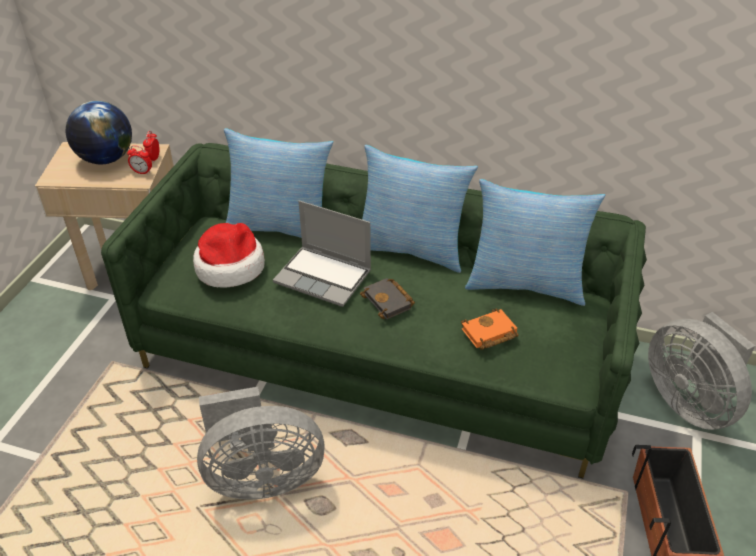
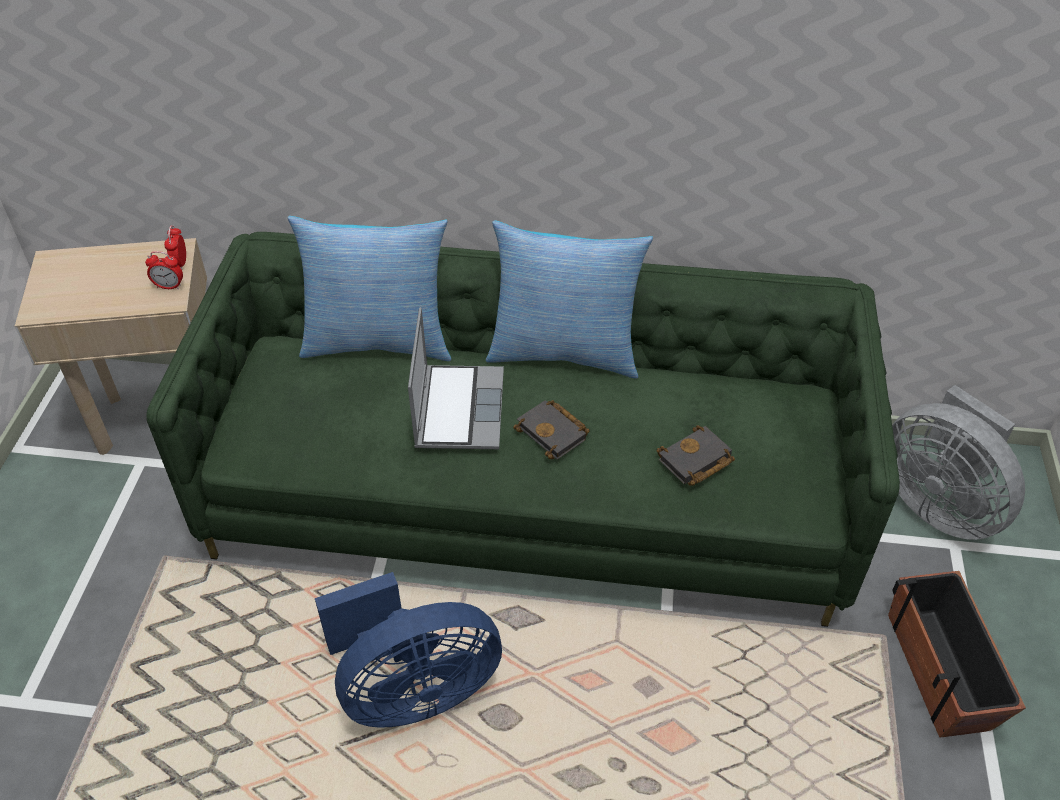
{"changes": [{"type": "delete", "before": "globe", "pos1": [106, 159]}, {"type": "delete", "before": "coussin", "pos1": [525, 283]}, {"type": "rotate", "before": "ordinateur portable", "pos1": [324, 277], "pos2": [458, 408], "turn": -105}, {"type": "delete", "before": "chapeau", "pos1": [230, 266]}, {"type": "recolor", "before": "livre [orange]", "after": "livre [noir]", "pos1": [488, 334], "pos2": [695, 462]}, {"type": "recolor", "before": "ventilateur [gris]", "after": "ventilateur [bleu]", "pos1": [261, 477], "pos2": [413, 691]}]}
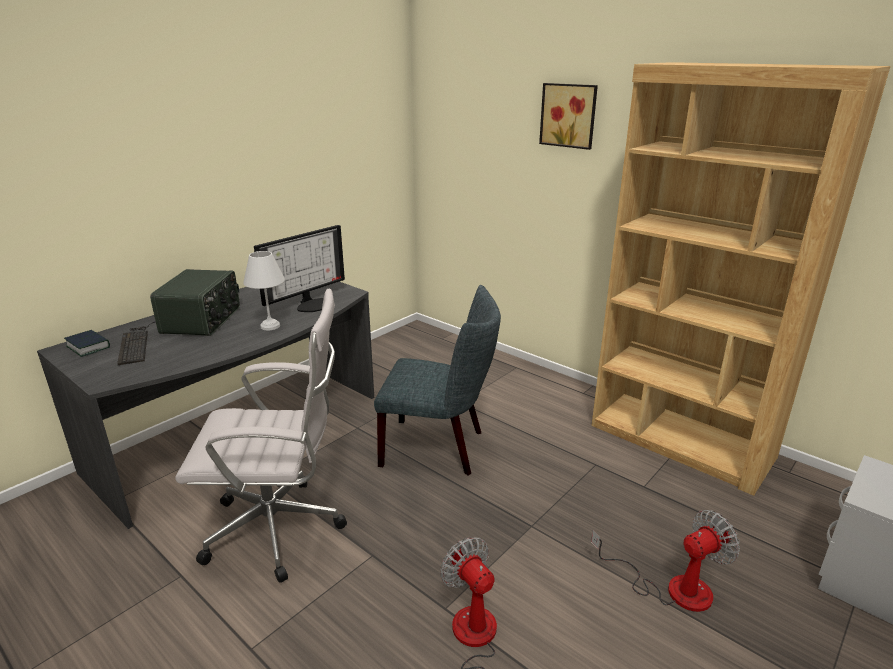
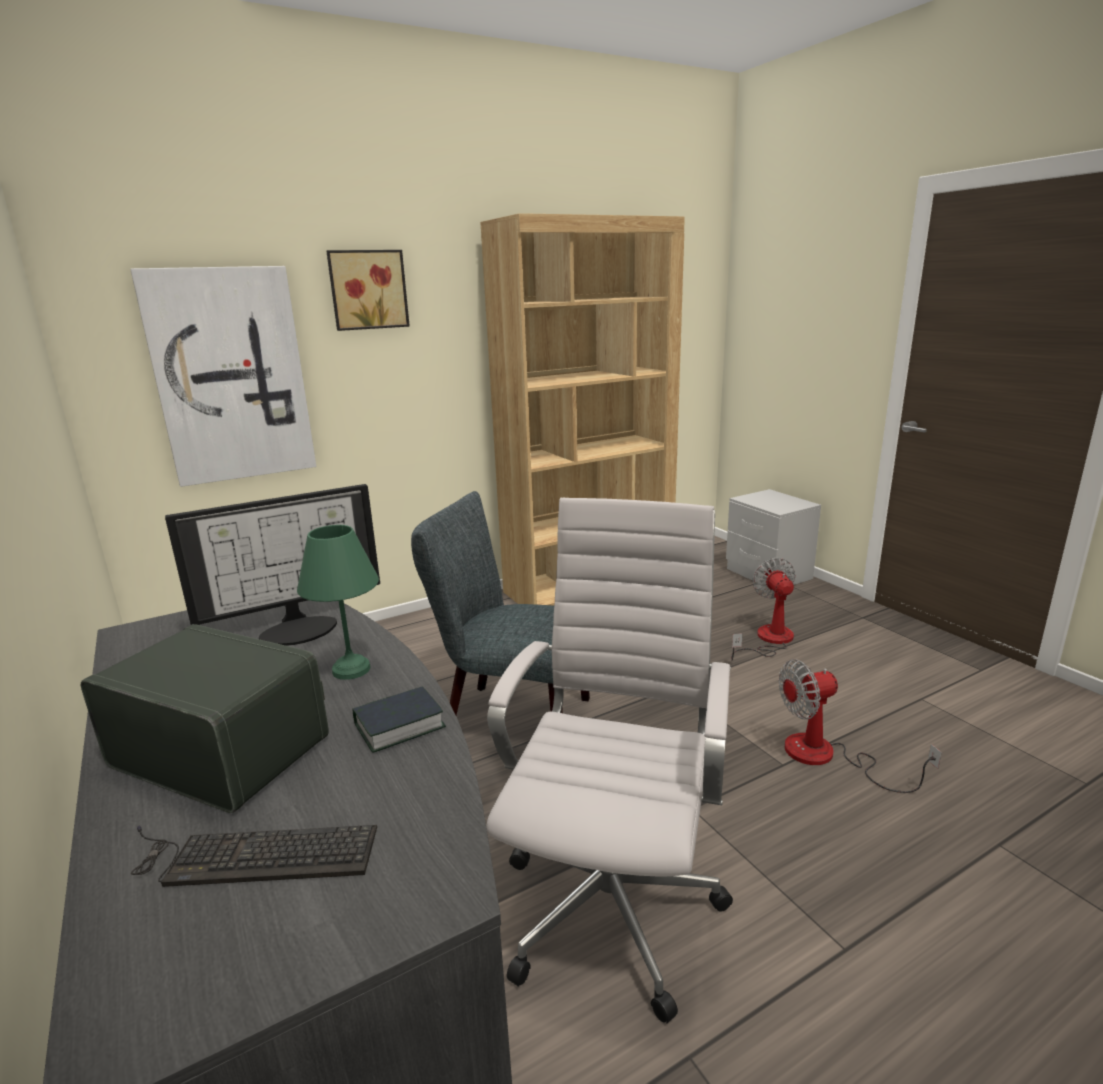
{"changes": [{"type": "rotate", "before": "écran d'ordinateur", "pos1": [313, 304], "pos2": [299, 627], "turn": 90}, {"type": "recolor", "before": "lampe de table [blanc]", "after": "lampe de table [vert]", "pos1": [271, 326], "pos2": [352, 668]}, {"type": "rotate", "before": "chaise [gris]", "pos1": [439, 448], "pos2": [508, 719], "turn": -105}, {"type": "move", "before": "livre", "pos1": [88, 347], "pos2": [399, 726]}, {"type": "insert", "after": "tableau", "pos2": [231, 376]}]}
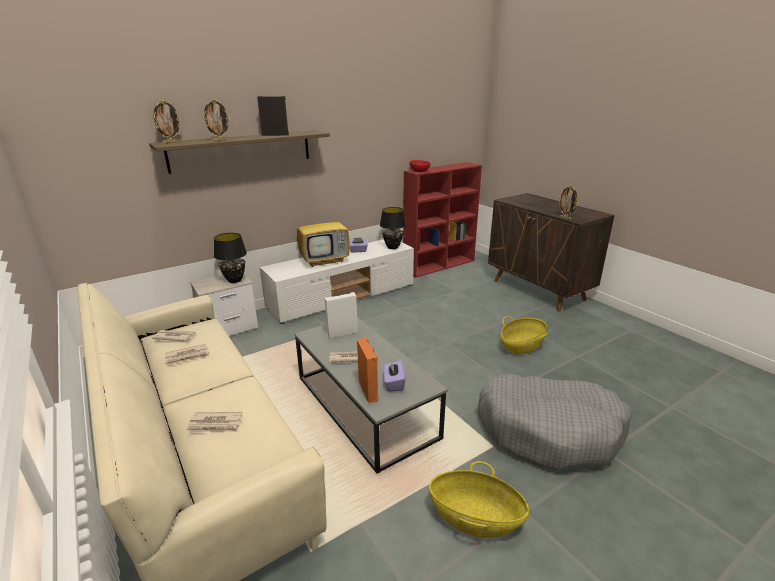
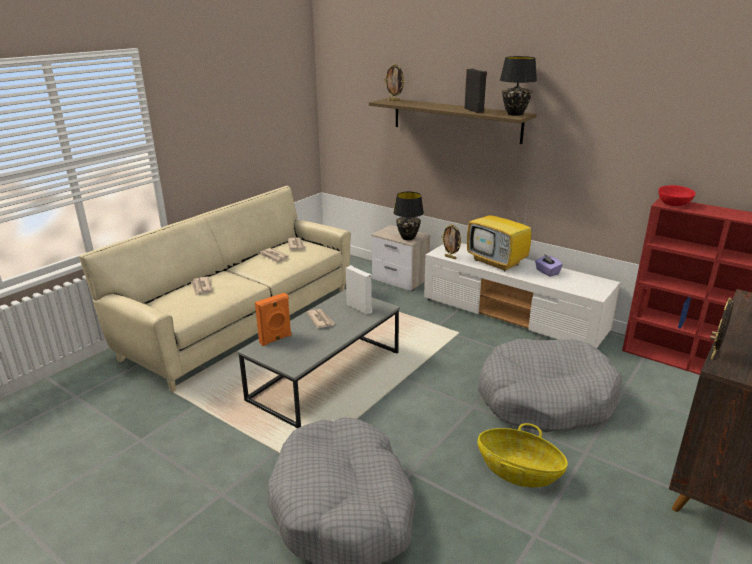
{"changes": [{"type": "move", "before": "cadre photo", "pos1": [219, 140], "pos2": [450, 257]}, {"type": "move", "before": "lampe de table [noir]", "pos1": [393, 247], "pos2": [514, 114]}, {"type": "delete", "before": "boîte à mouchoirs [violet]", "pos1": [394, 383]}, {"type": "delete", "before": "panier", "pos1": [475, 517]}, {"type": "insert", "after": "panier pour chien [gris]", "pos2": [545, 399]}]}
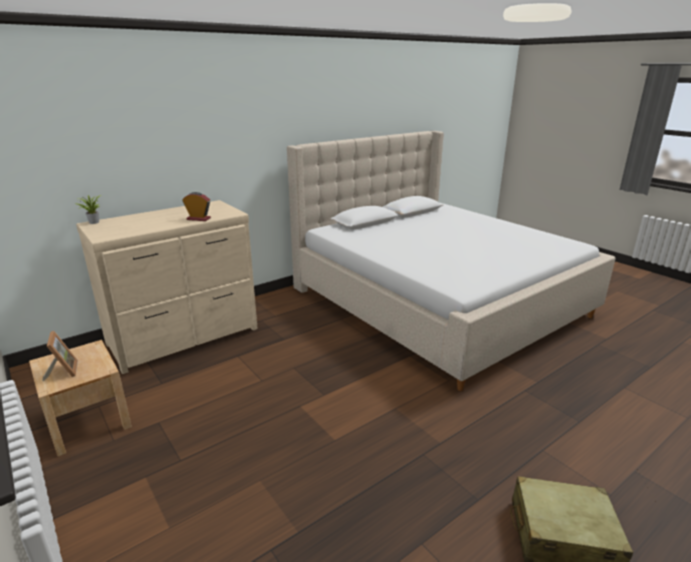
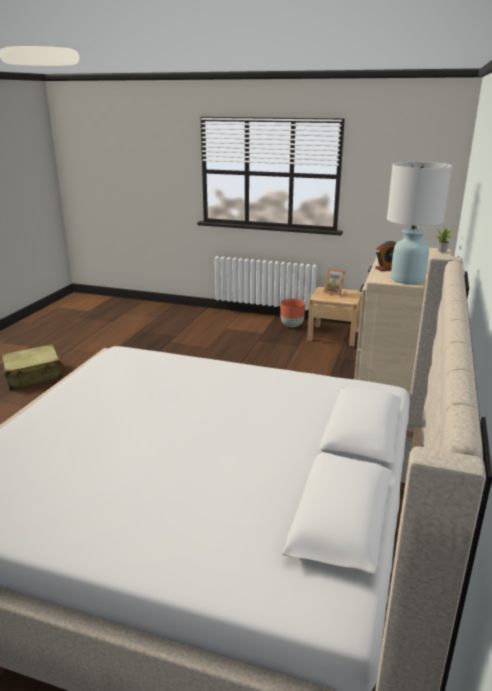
{"changes": [{"type": "insert", "after": "lampe de table [blanc]", "pos2": [407, 279]}, {"type": "insert", "after": "cache-pot [marron]", "pos2": [292, 325]}]}
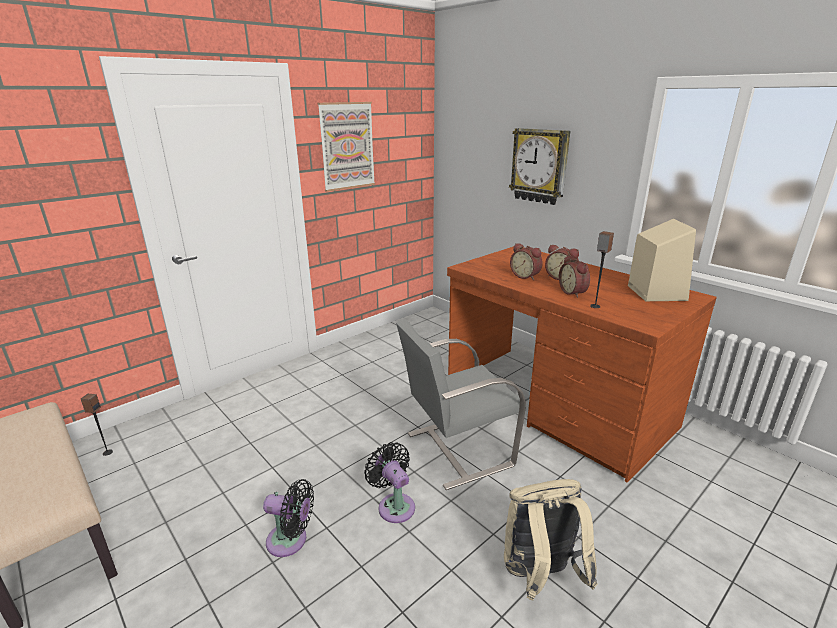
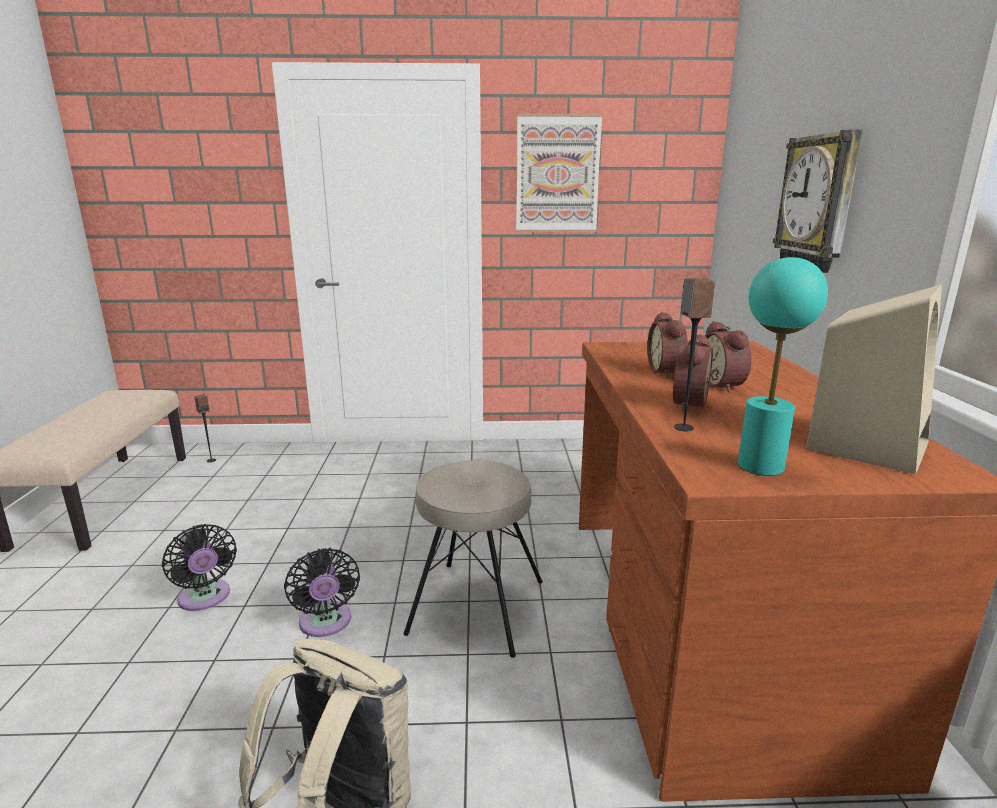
{"changes": [{"type": "replace", "before": "chaise [gris]", "after": "tabouret [beige]", "pos1": [456, 449], "pos2": [475, 606]}, {"type": "rotate", "before": "ventilateur [noir]", "pos1": [394, 505], "pos2": [326, 623], "turn": 150}, {"type": "insert", "after": "lampe de table [turquoise]", "pos2": [761, 466]}]}
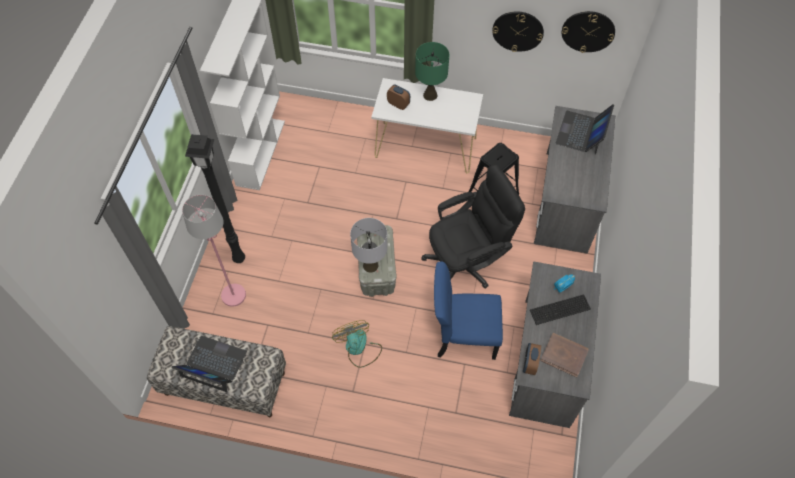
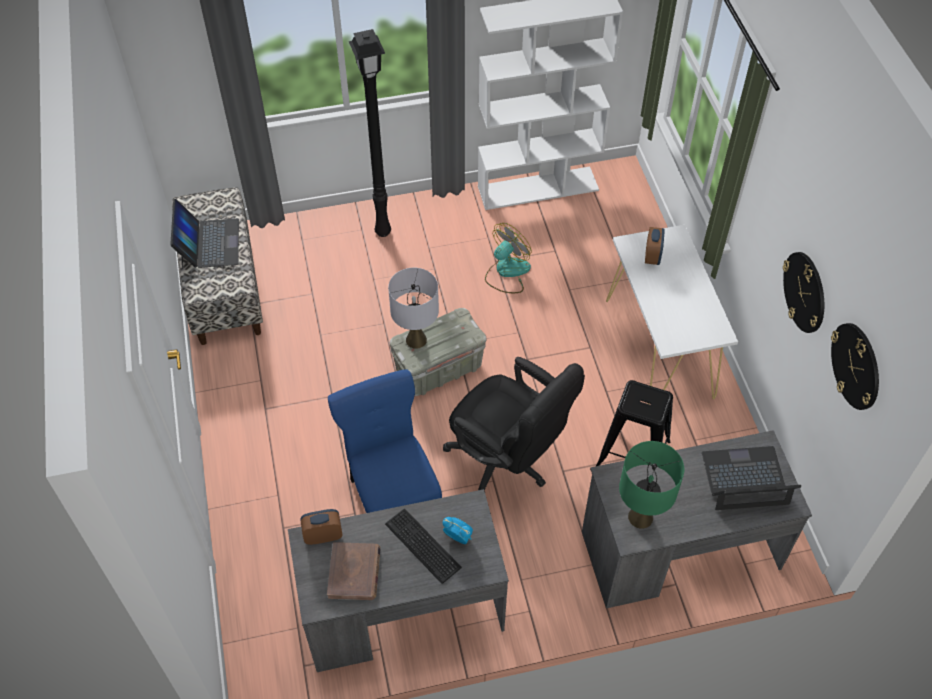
{"changes": [{"type": "move", "before": "lampe de table [vert]", "pos1": [430, 95], "pos2": [640, 517]}, {"type": "delete", "before": "lampadaire [rose]", "pos1": [234, 295]}, {"type": "move", "before": "ventilateur", "pos1": [358, 348], "pos2": [507, 272]}]}
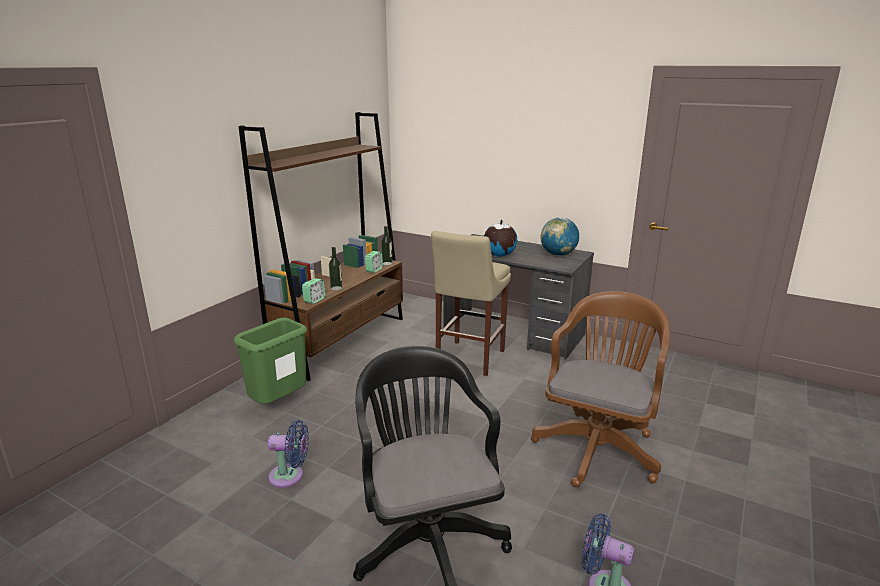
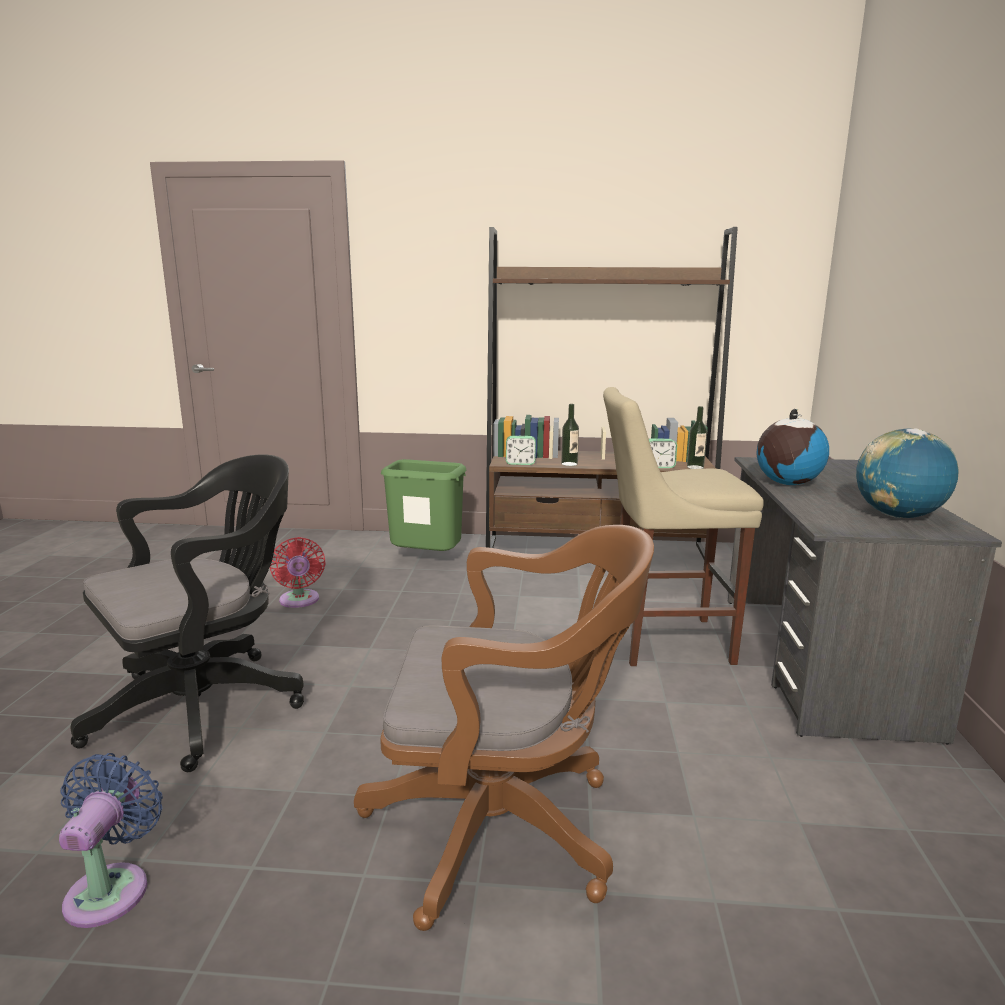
{"changes": [{"type": "recolor", "before": "ventilateur [bleu]", "after": "ventilateur [rouge]", "pos1": [290, 476], "pos2": [299, 601]}]}
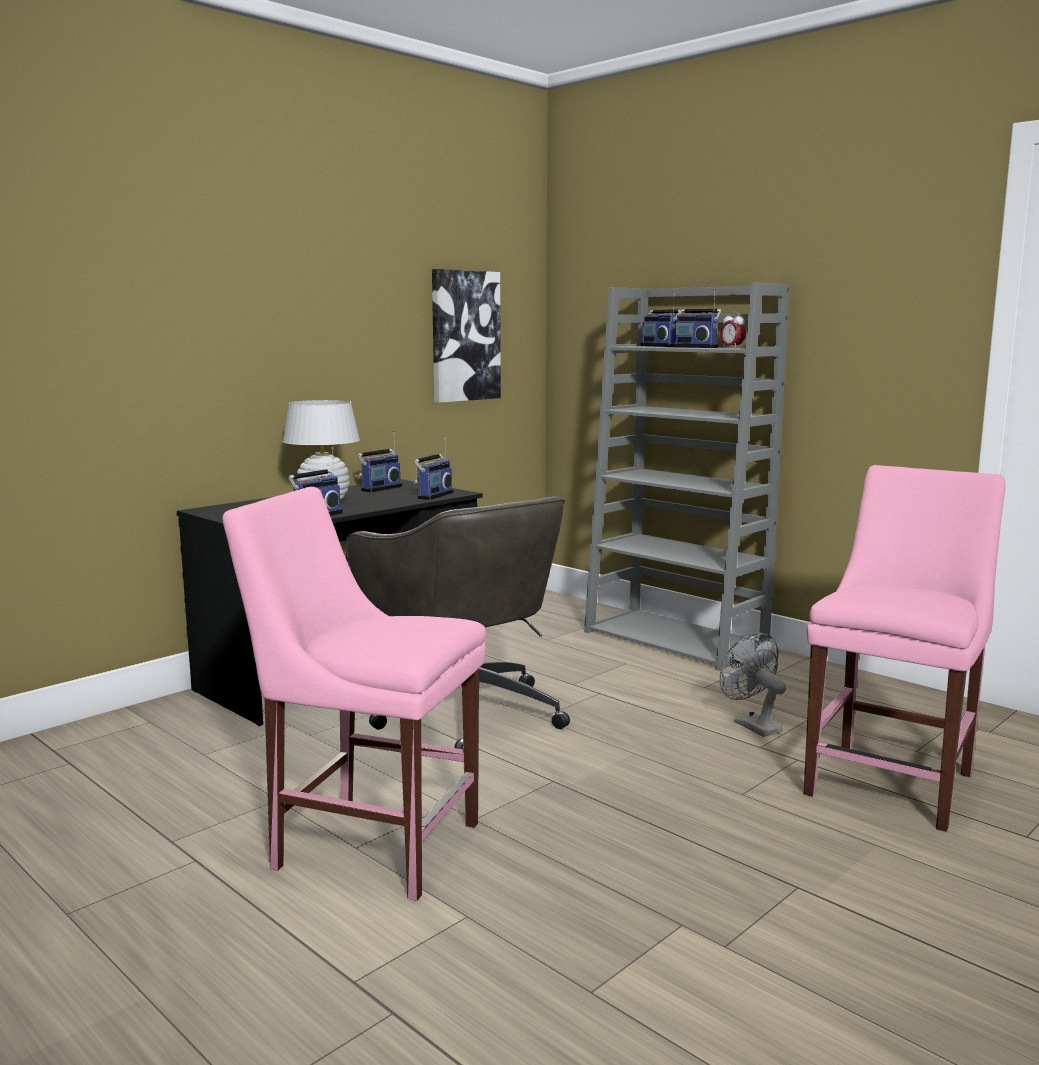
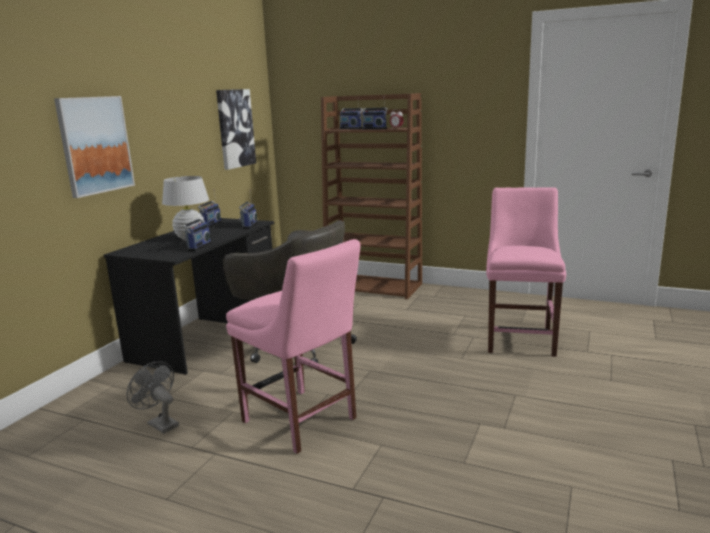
{"changes": [{"type": "recolor", "before": "bibliothèque [gris]", "after": "bibliothèque [marron]", "pos1": [676, 640], "pos2": [374, 286]}, {"type": "rotate", "before": "chaise [rose]", "pos1": [368, 842], "pos2": [302, 422], "turn": -135}, {"type": "move", "before": "ventilateur [gris]", "pos1": [752, 725], "pos2": [159, 423]}, {"type": "insert", "after": "tableau", "pos2": [95, 145]}]}
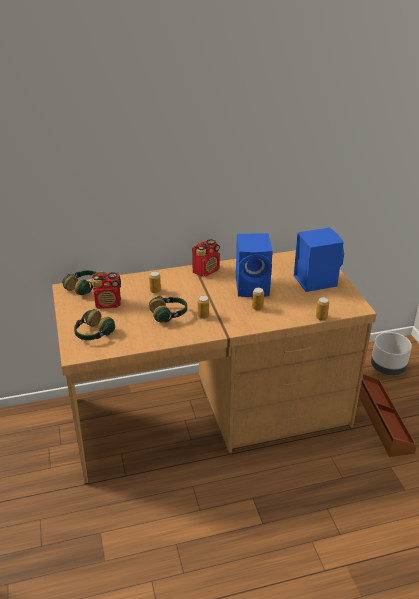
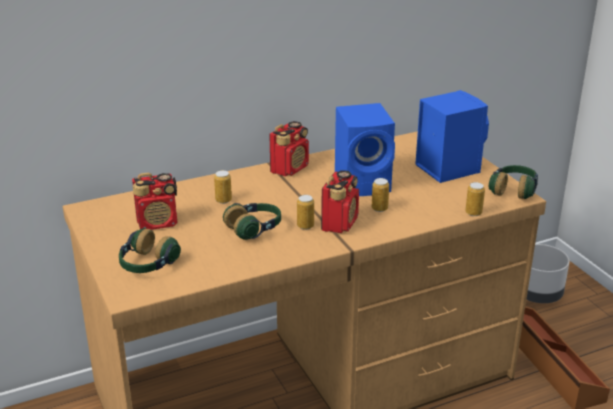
{"changes": [{"type": "move", "before": "casque audio", "pos1": [84, 287], "pos2": [514, 190]}, {"type": "insert", "after": "radio", "pos2": [340, 223]}]}
